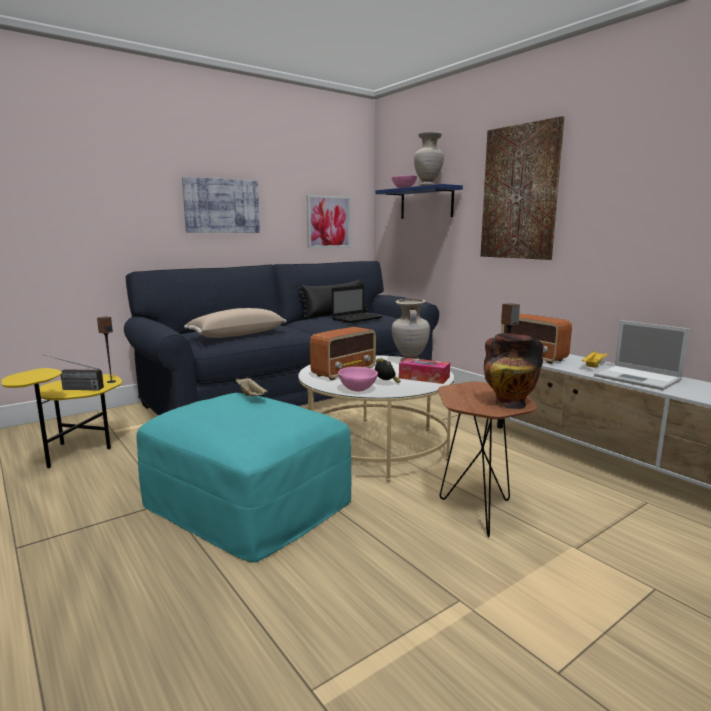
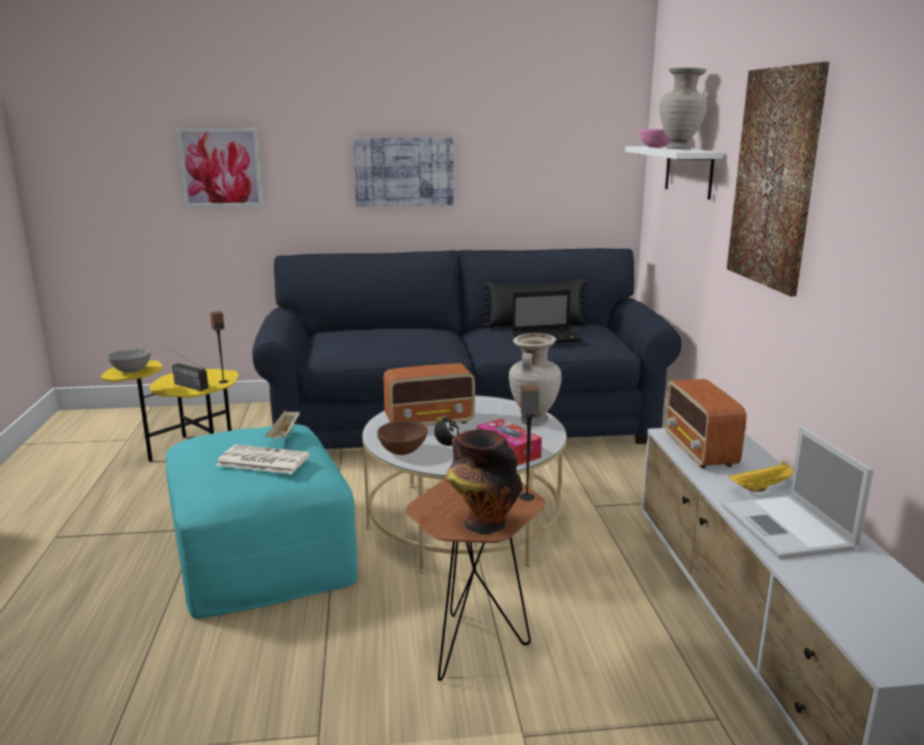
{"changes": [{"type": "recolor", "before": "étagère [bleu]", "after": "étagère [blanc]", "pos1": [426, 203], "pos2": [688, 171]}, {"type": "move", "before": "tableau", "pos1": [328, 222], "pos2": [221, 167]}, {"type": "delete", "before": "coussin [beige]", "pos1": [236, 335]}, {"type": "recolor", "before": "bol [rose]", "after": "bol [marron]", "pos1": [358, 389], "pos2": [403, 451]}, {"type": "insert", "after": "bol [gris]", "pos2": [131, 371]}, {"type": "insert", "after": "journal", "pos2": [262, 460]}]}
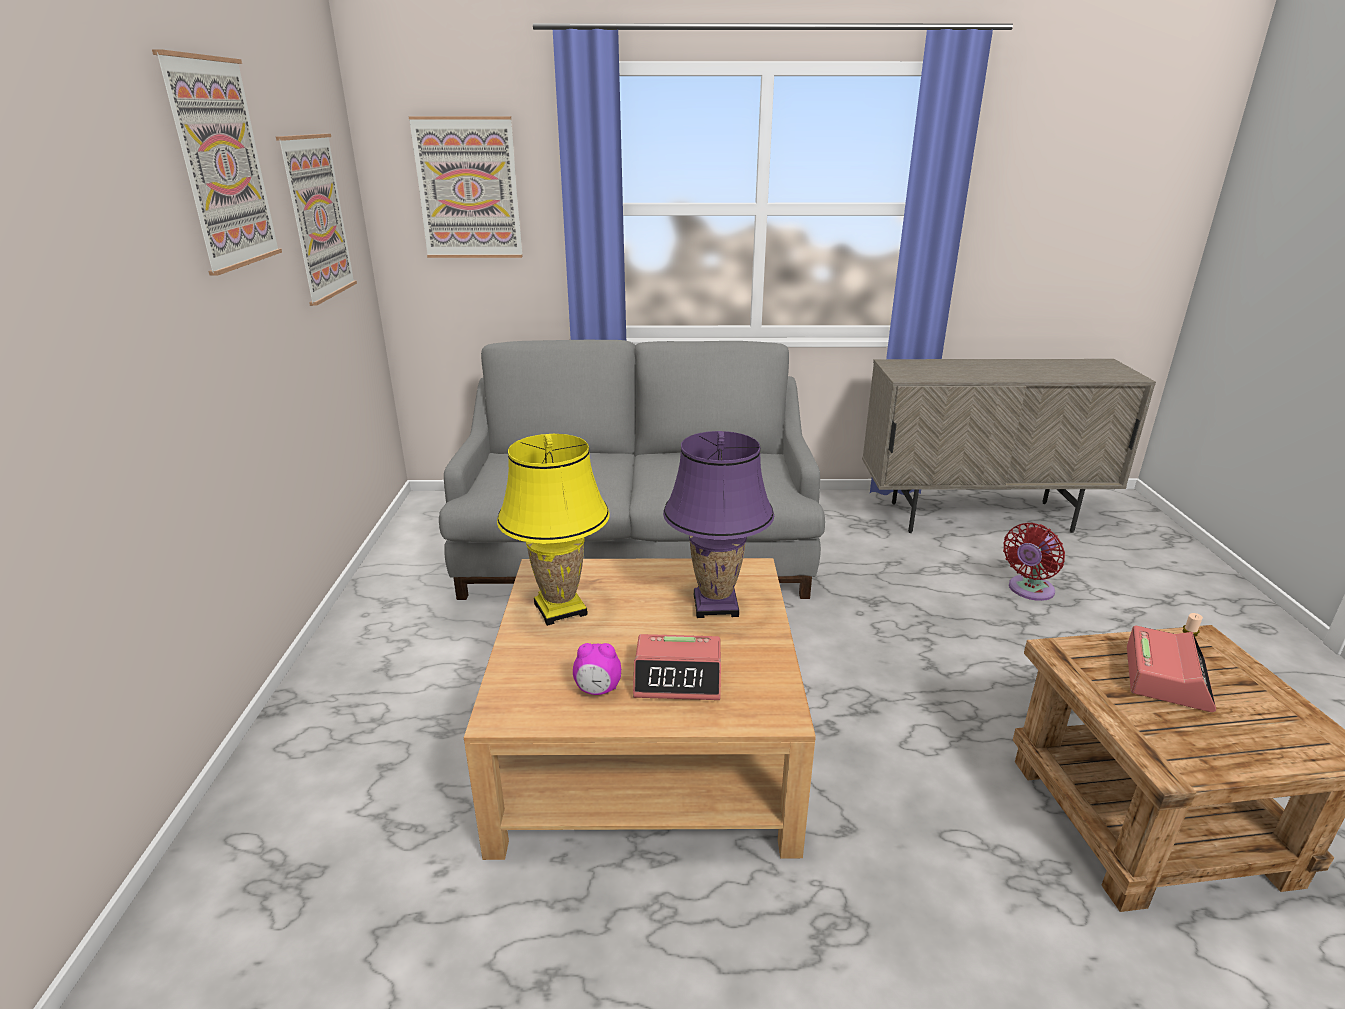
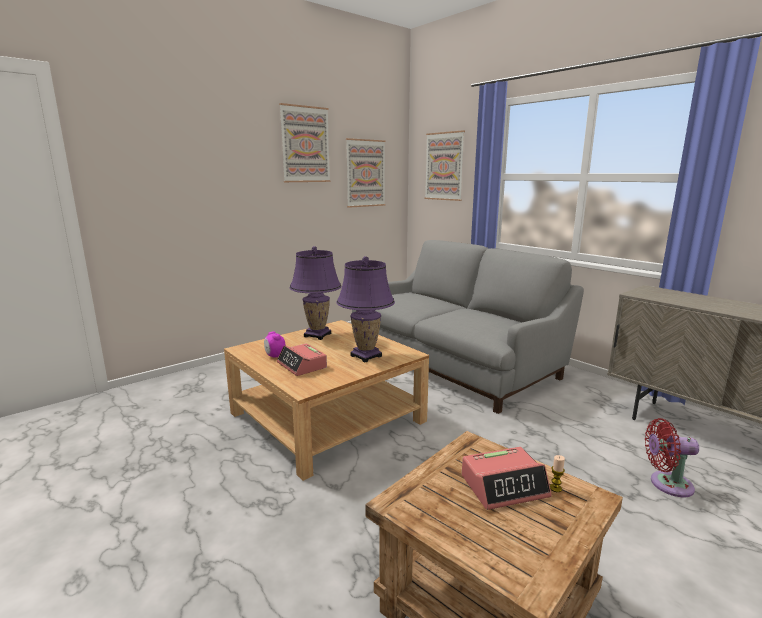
{"changes": [{"type": "recolor", "before": "lampe de table [jaune]", "after": "lampe de table [violet]", "pos1": [560, 609], "pos2": [317, 335]}]}
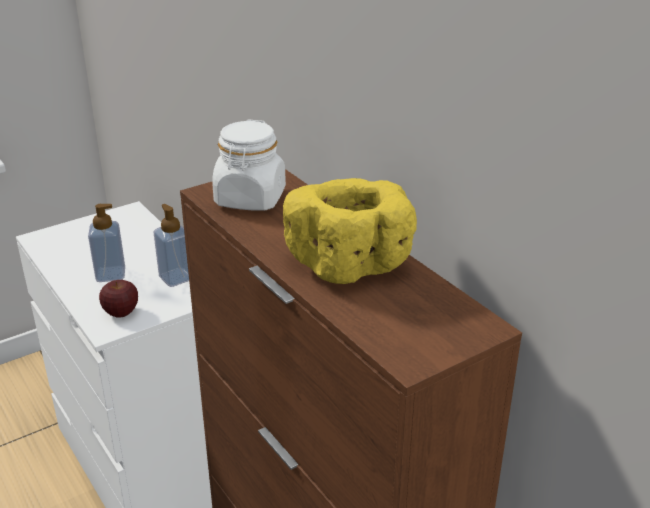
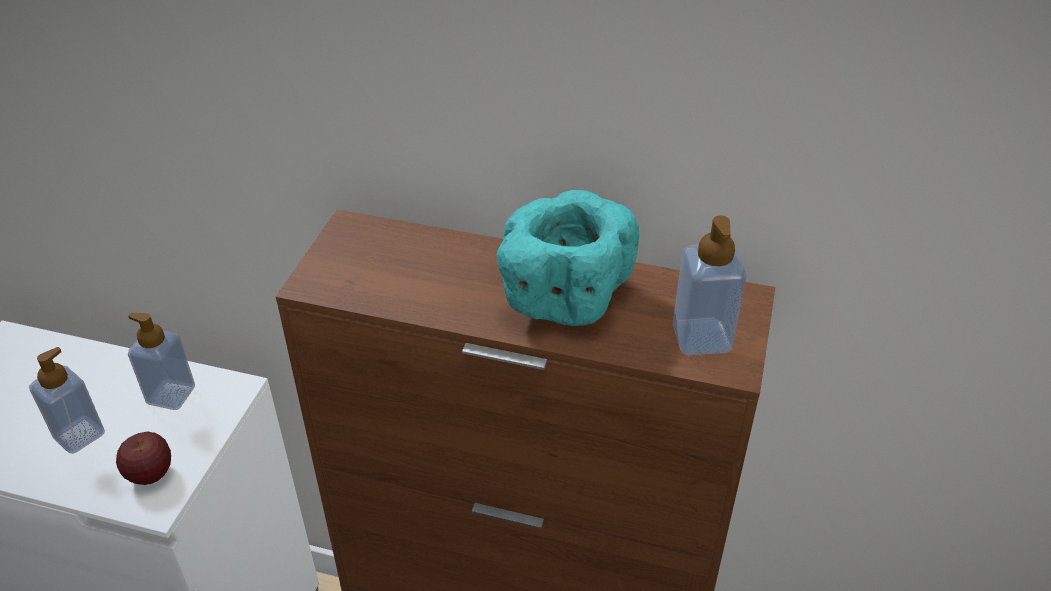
{"changes": [{"type": "delete", "before": "bocal [blanc]", "pos1": [250, 199]}, {"type": "recolor", "before": "bol [jaune]", "after": "bol [turquoise]", "pos1": [349, 263], "pos2": [562, 294]}, {"type": "insert", "after": "distributeur de savon", "pos2": [701, 337]}]}
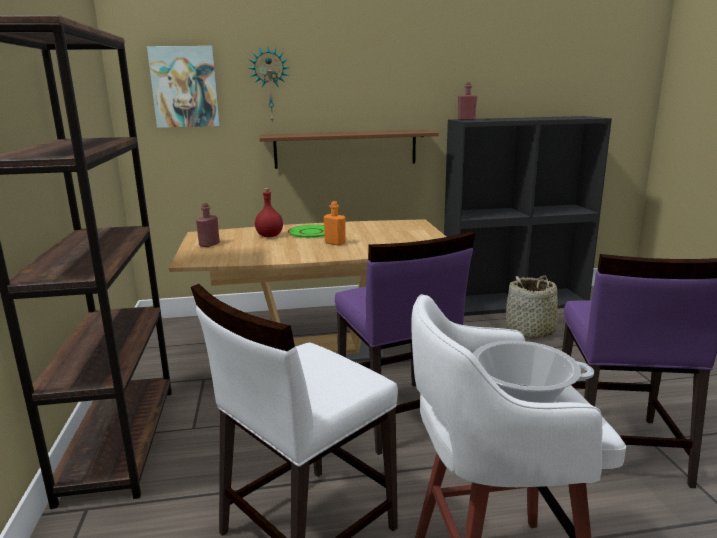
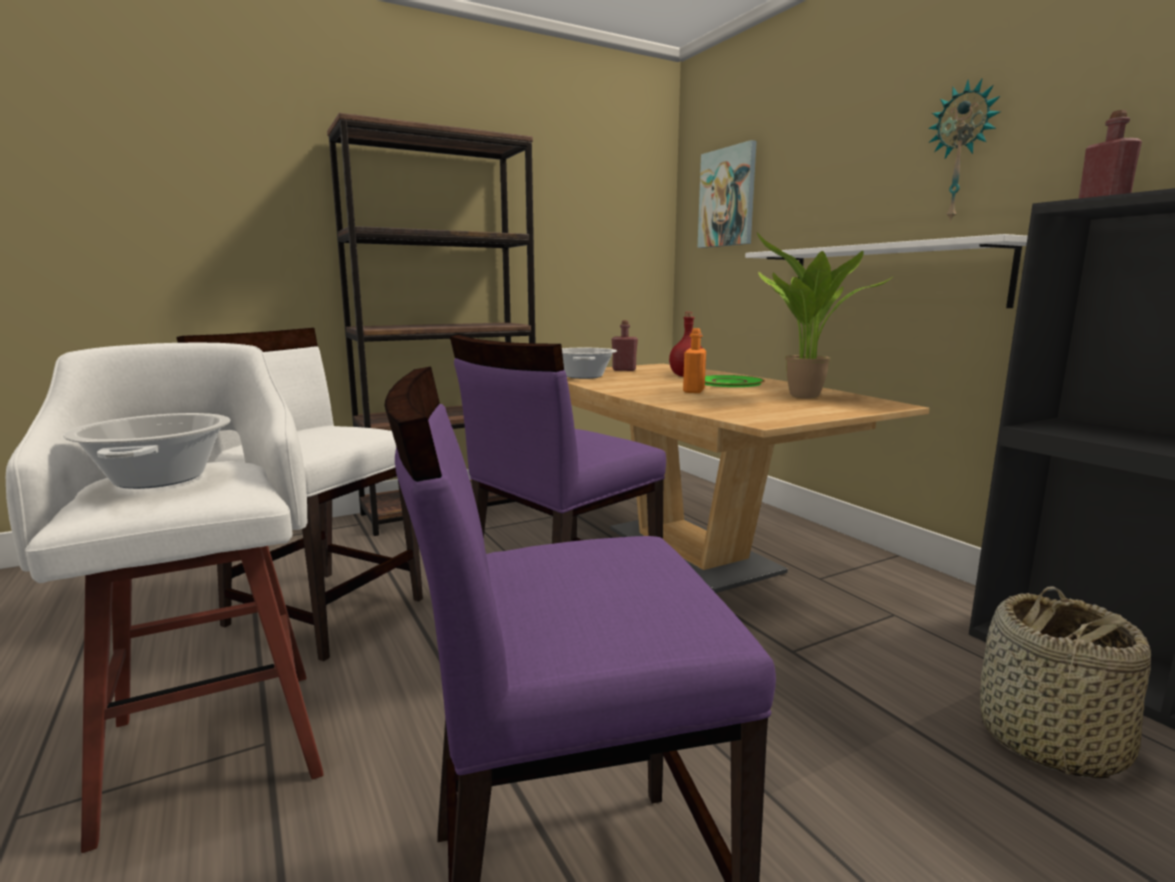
{"changes": [{"type": "move", "before": "horloge murale", "pos1": [270, 85], "pos2": [962, 153]}, {"type": "recolor", "before": "étagère [marron]", "after": "étagère [blanc]", "pos1": [345, 149], "pos2": [891, 276]}, {"type": "insert", "after": "plante en pot", "pos2": [805, 397]}, {"type": "insert", "after": "marmite", "pos2": [584, 376]}]}
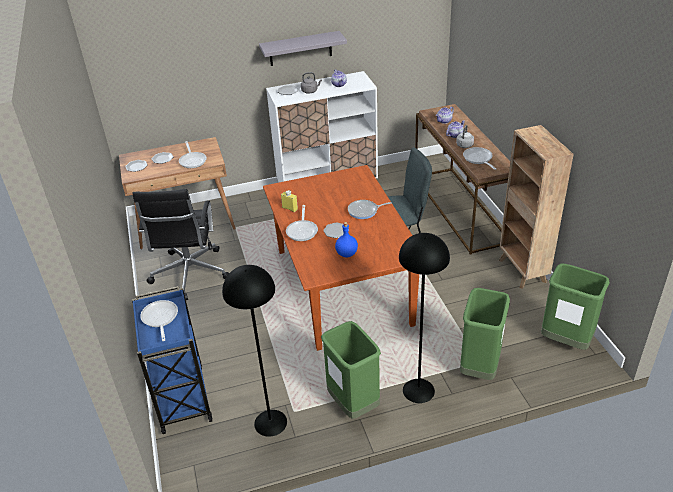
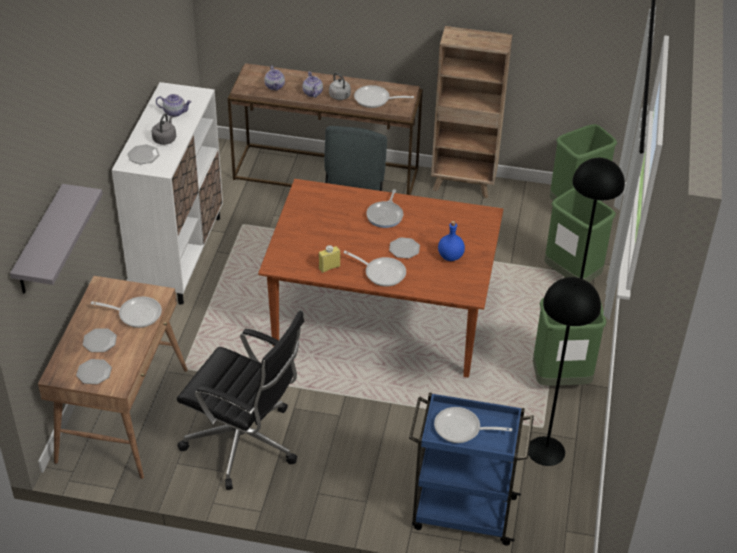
{"changes": [{"type": "move", "before": "étagère [gris]", "pos1": [300, 48], "pos2": [40, 242]}]}
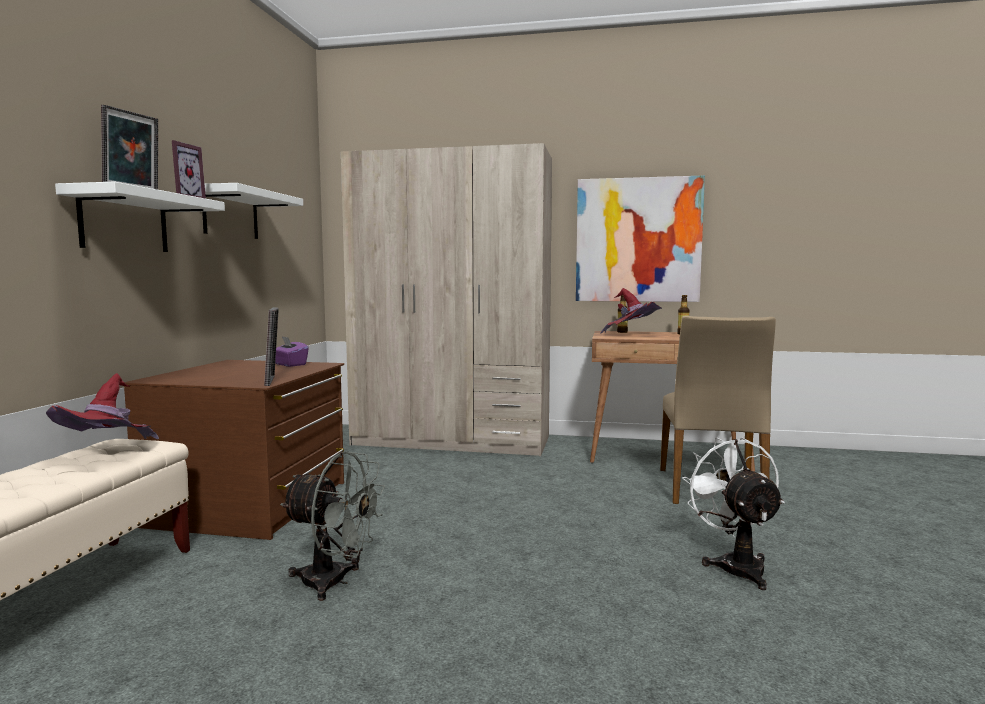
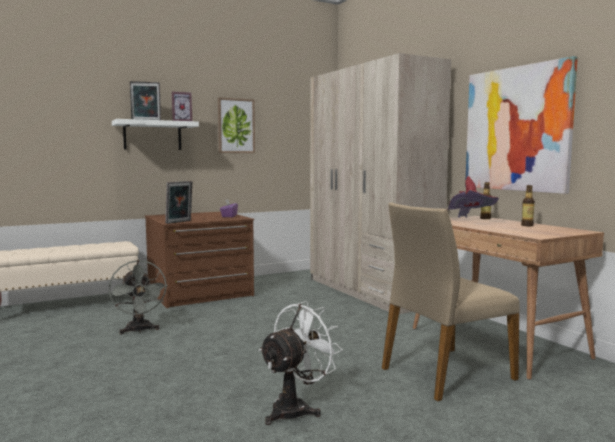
{"changes": [{"type": "replace", "before": "étagère [blanc]", "after": "tableau", "pos1": [230, 214], "pos2": [236, 126]}, {"type": "delete", "before": "chapeau [rouge]", "pos1": [108, 454]}]}
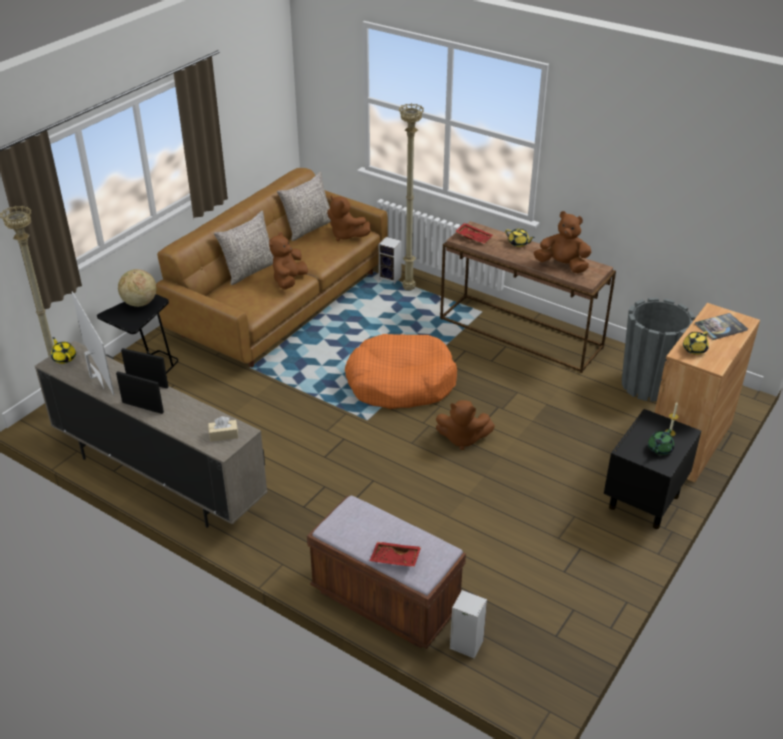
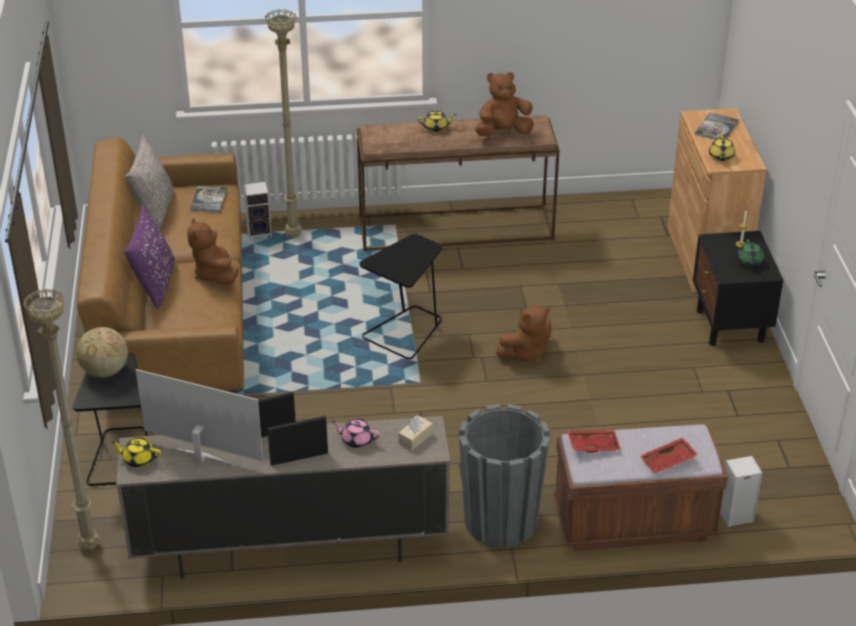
{"changes": [{"type": "replace", "before": "peluche [marron]", "after": "livre", "pos1": [346, 235], "pos2": [209, 200]}, {"type": "recolor", "before": "coussin [gris]", "after": "coussin [violet]", "pos1": [250, 270], "pos2": [154, 284]}, {"type": "move", "before": "plateau [rouge]", "pos1": [474, 237], "pos2": [593, 445]}, {"type": "move", "before": "cache-pot [gris]", "pos1": [648, 385], "pos2": [501, 521]}, {"type": "replace", "before": "panier pour chien [orange]", "after": "table d'appoint [noir]", "pos1": [400, 383], "pos2": [405, 332]}, {"type": "insert", "after": "théière [rose]", "pos2": [356, 440]}]}
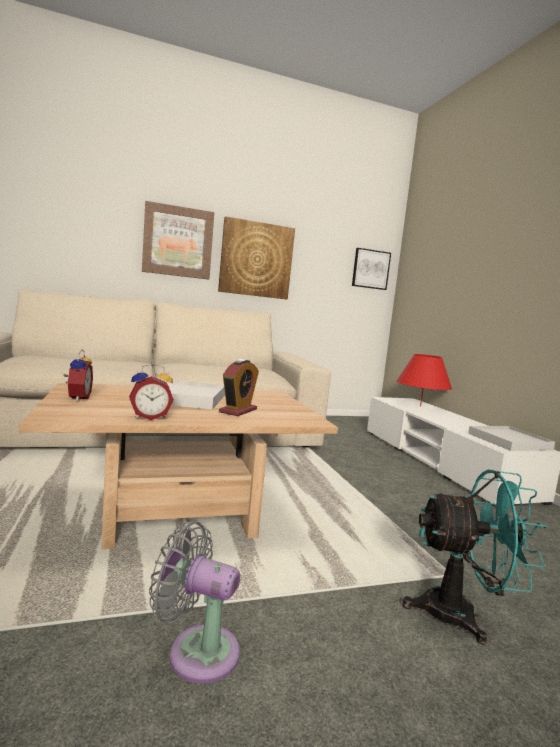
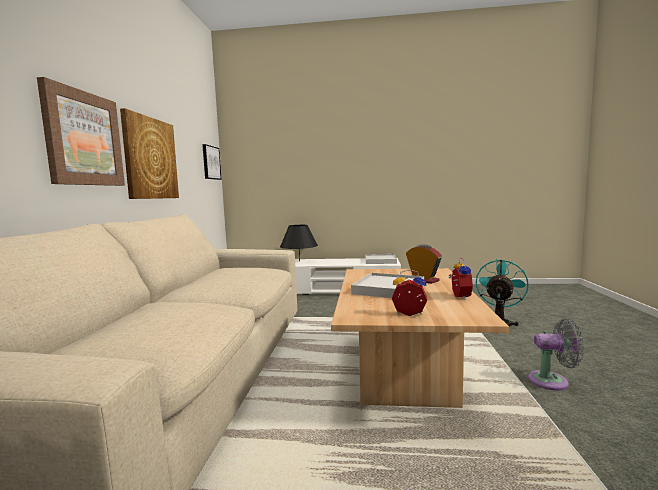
{"changes": [{"type": "recolor", "before": "lampe de table [rouge]", "after": "lampe de table [noir]", "pos1": [420, 406], "pos2": [299, 261]}, {"type": "rotate", "before": "ventilateur [gris]", "pos1": [197, 650], "pos2": [552, 381], "turn": -120}]}
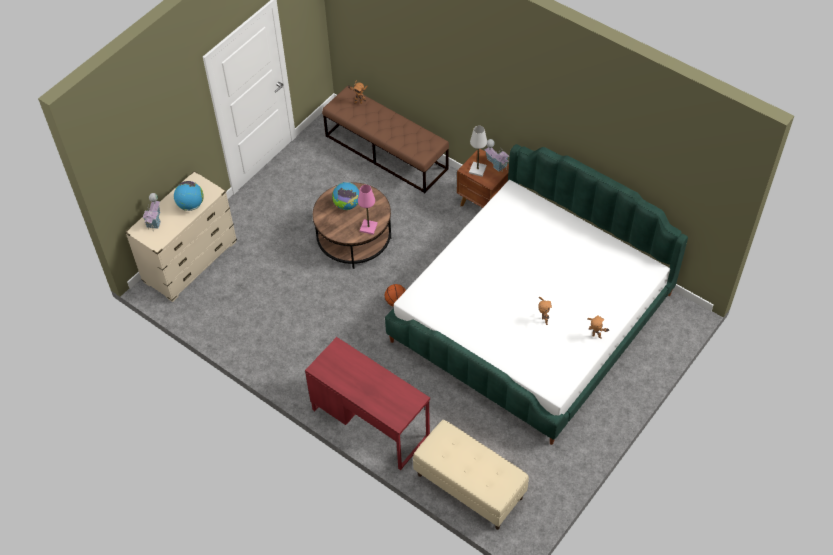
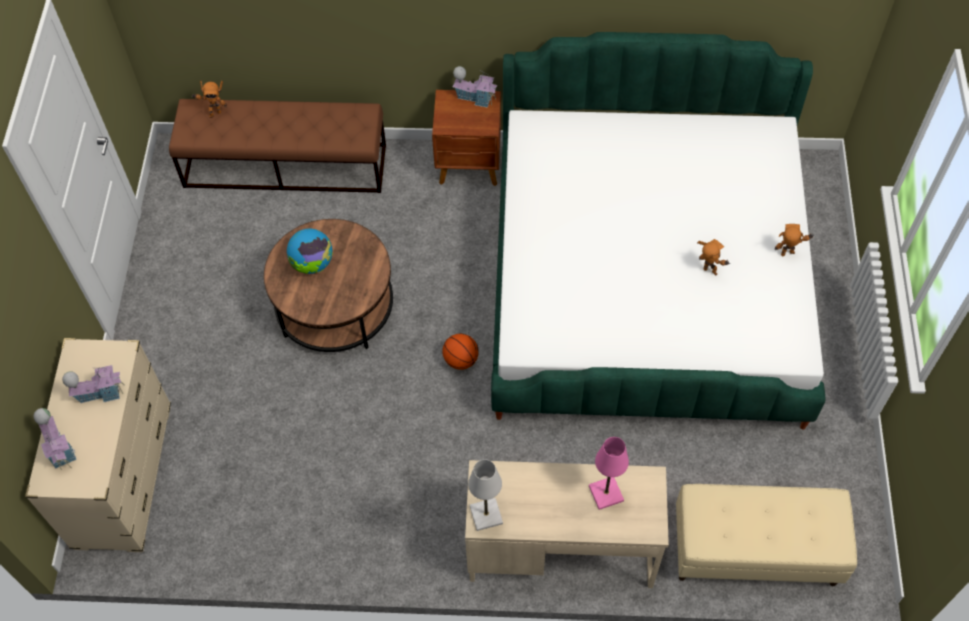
{"changes": [{"type": "move", "before": "lampe de table [blanc]", "pos1": [477, 169], "pos2": [486, 515]}, {"type": "replace", "before": "globe", "after": "maison miniature", "pos1": [191, 205], "pos2": [101, 393]}, {"type": "move", "before": "lampe de table [rose]", "pos1": [368, 227], "pos2": [605, 493]}, {"type": "recolor", "before": "bureau [rouge]", "after": "bureau [beige]", "pos1": [370, 422], "pos2": [561, 547]}]}
